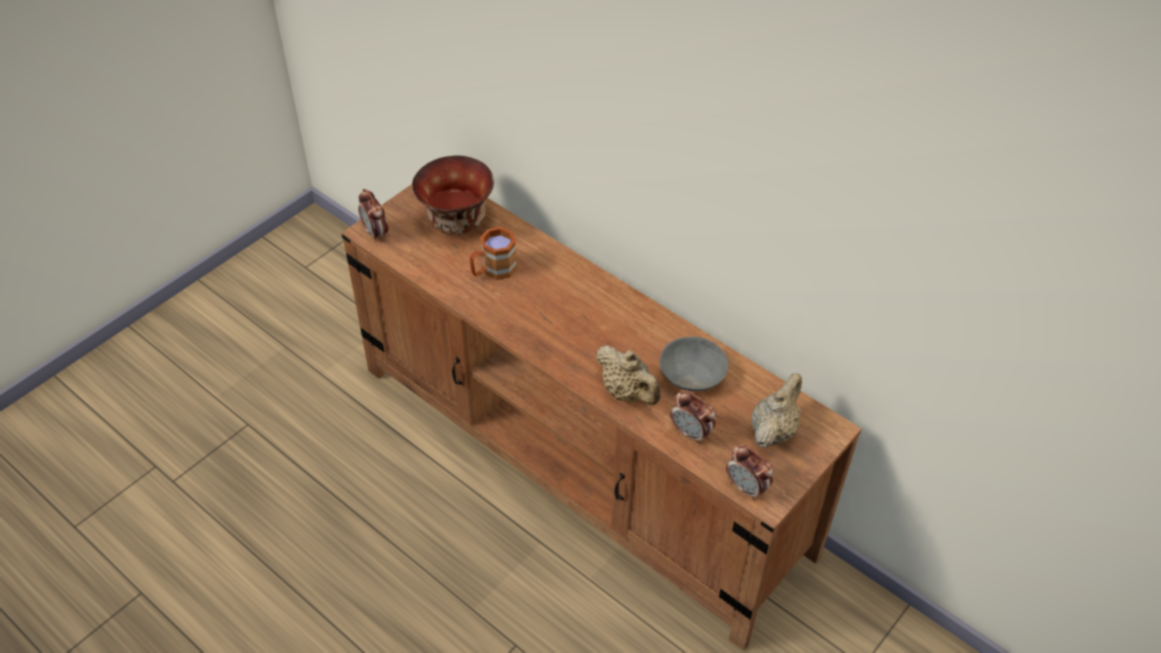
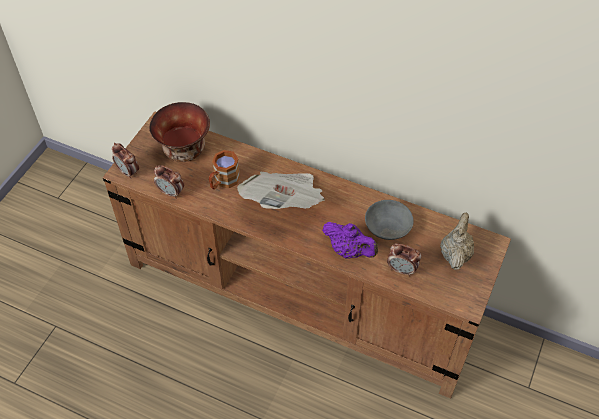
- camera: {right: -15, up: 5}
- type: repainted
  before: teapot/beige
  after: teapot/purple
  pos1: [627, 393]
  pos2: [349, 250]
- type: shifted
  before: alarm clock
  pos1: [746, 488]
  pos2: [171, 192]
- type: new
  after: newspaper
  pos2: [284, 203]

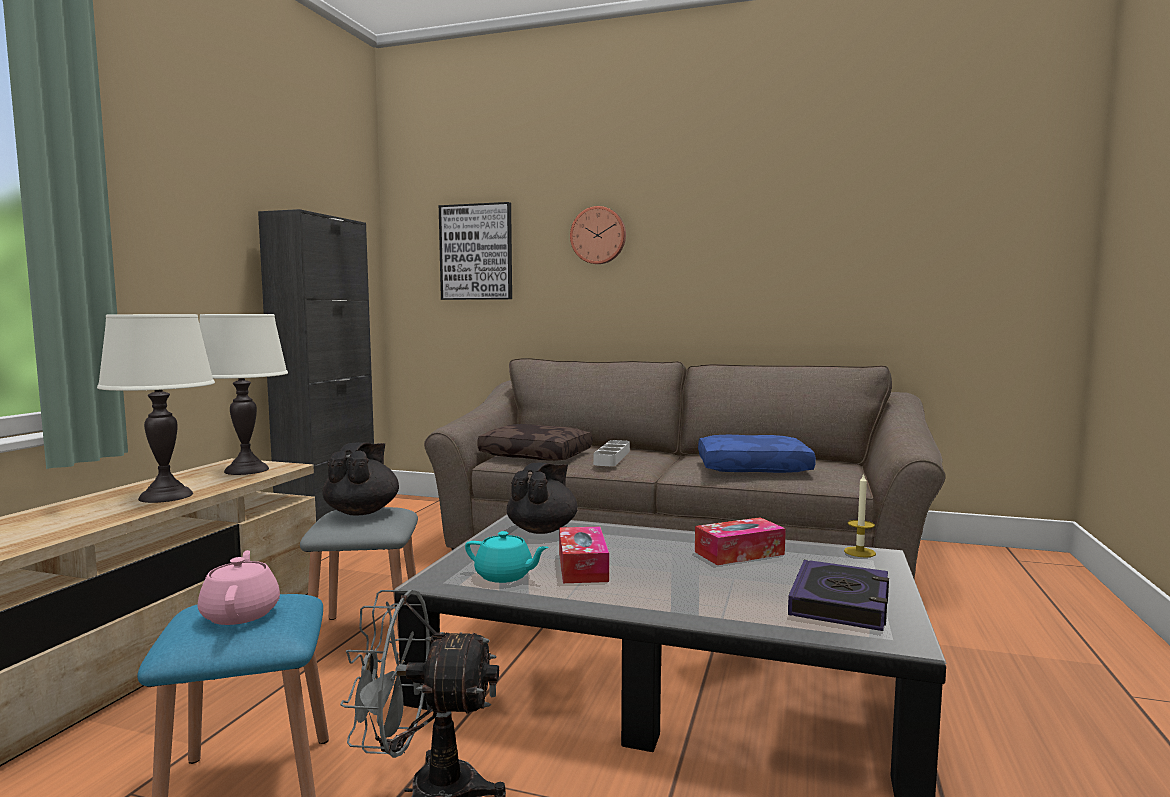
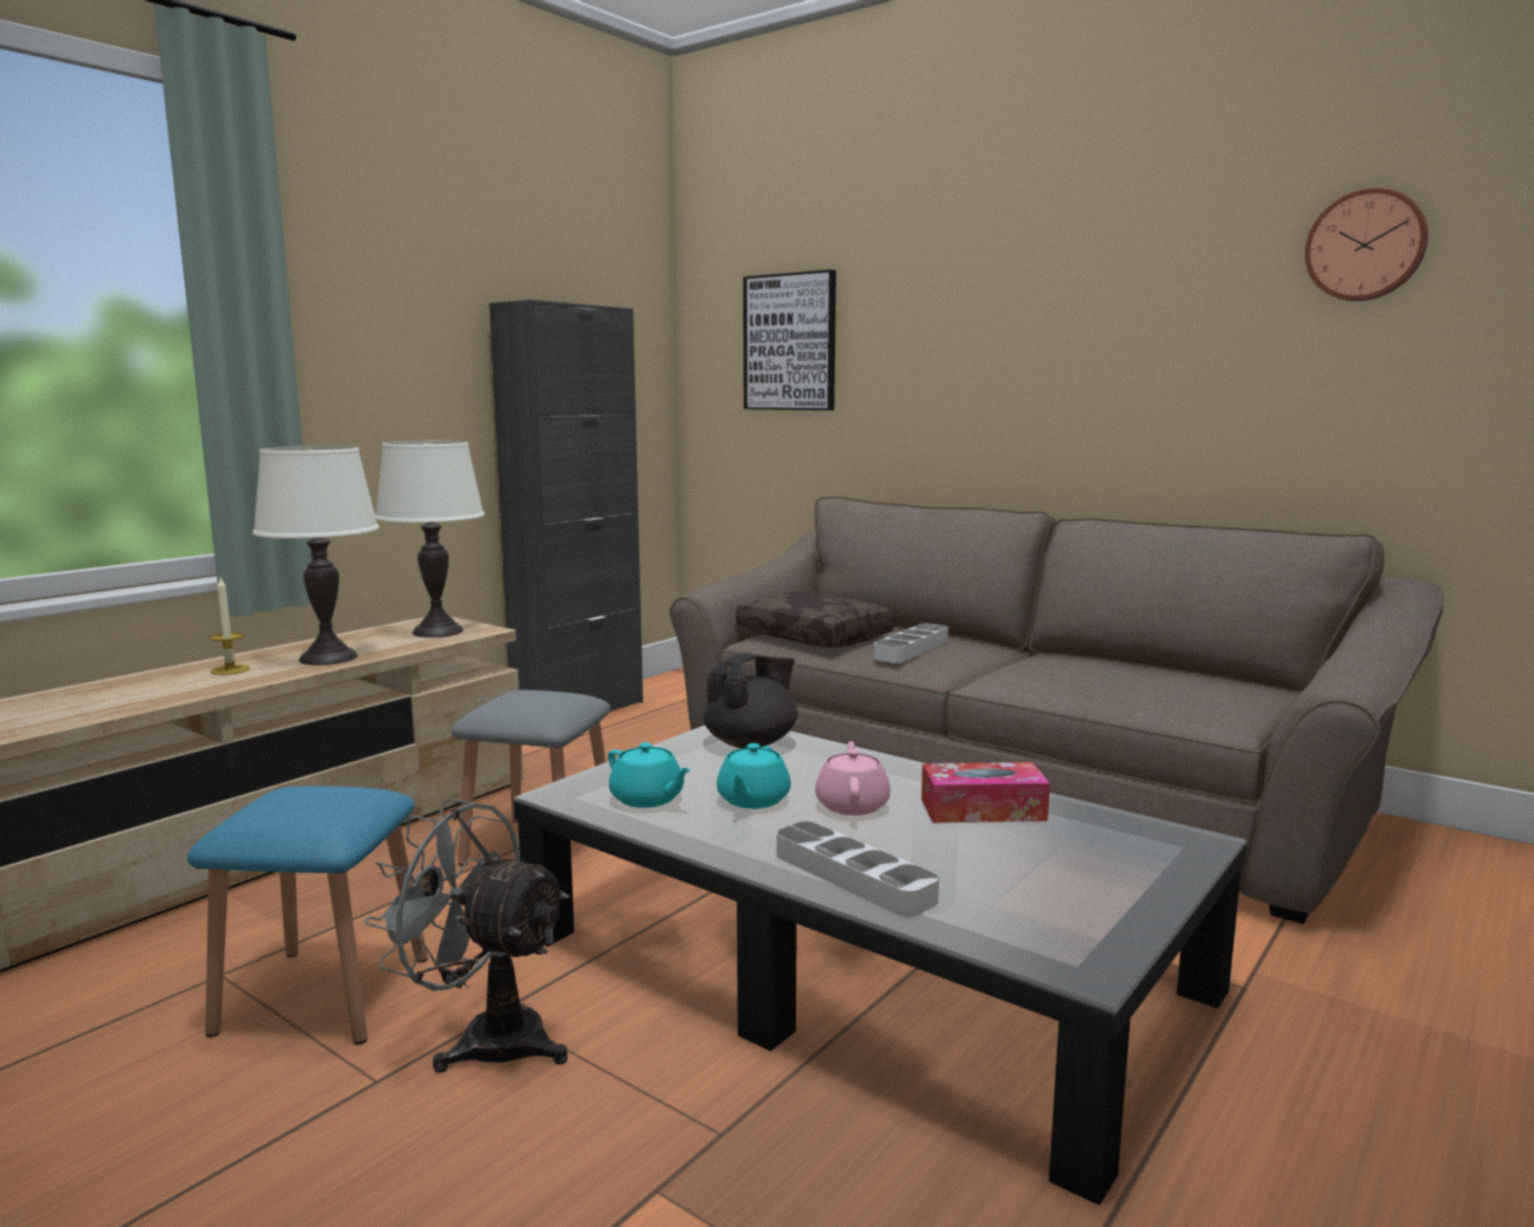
- camera: {right: 20, up: 5}
- type: shifted
  before: teapot/pink
  pos1: [241, 613]
  pos2: [852, 805]
- type: gone
  before: teapot/black
  pos1: [362, 511]
- type: swapped
  before: tissue box
  after: teapot/turquoise
  pos1: [582, 567]
  pos2: [752, 800]
- type: shifted
  before: wall clock
  pos1: [598, 235]
  pos2: [1365, 246]
- type: gone
  before: pillow/blue
  pos1: [753, 467]
- type: gone
  before: book
  pos1: [840, 603]
- type: shifted
  before: candle
  pos1: [859, 552]
  pos2: [230, 670]
- type: new
  after: tray/grey
  pos2: [853, 876]

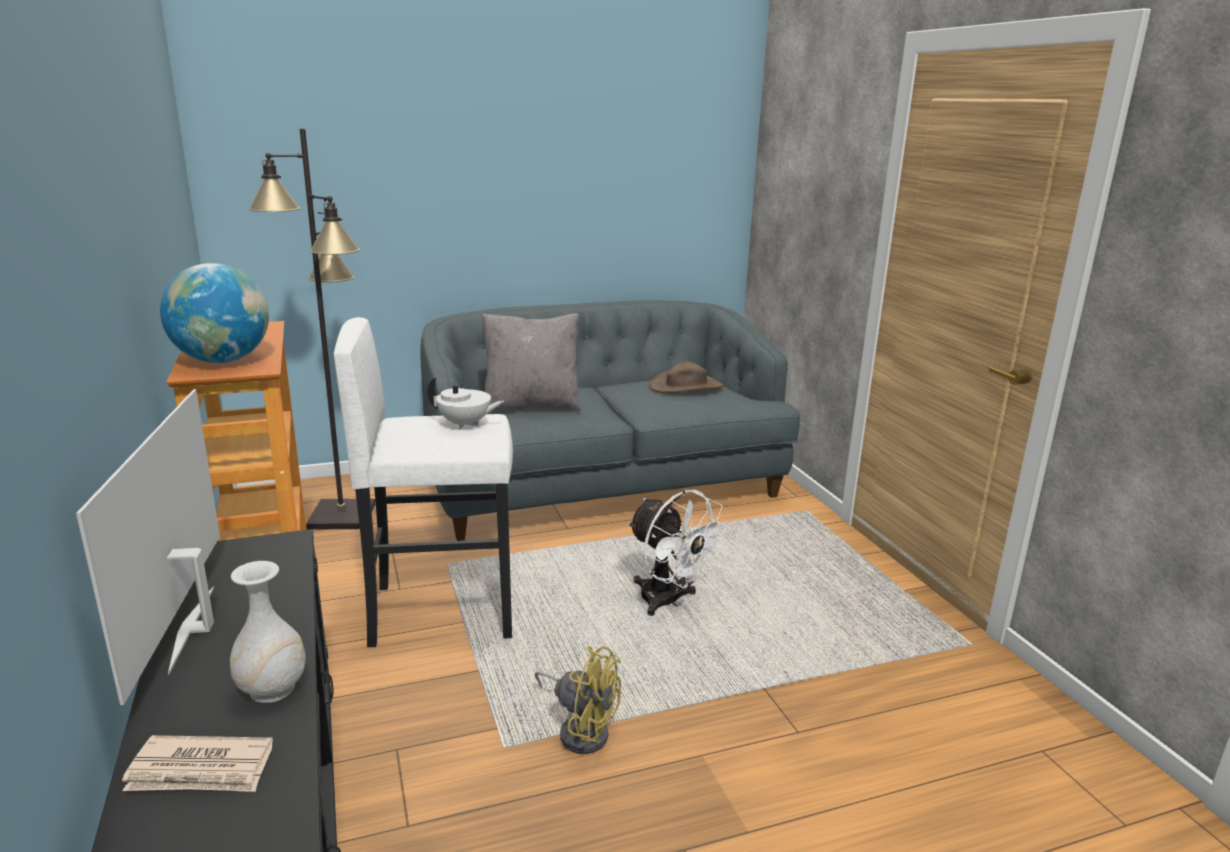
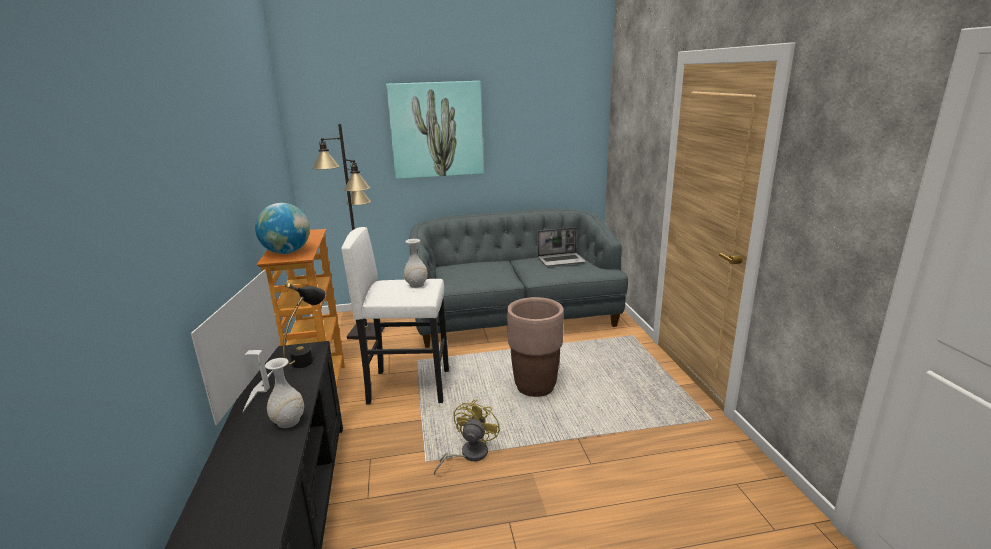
- camera: {right: 10, up: 0}
- type: gone
  before: newspaper
  pos1: [201, 770]
- type: swapped
  before: teapot/white
  after: vase/white
  pos1: [465, 424]
  pos2: [416, 285]
- type: gone
  before: pillow/grey
  pos1: [531, 405]
- type: rotated
  before: fan/yellow
  pos1: [581, 729]
  pos2: [469, 454]
  turn: -105
- type: swapped
  before: fan/white
  after: planter/brown
  pos1: [668, 602]
  pos2: [535, 386]
- type: swapped
  before: hat/brown
  after: laptop
  pos1: [686, 386]
  pos2: [561, 260]
- type: new
  after: table lamp/black
  pos2: [309, 357]
- type: new
  after: picture
  pos2: [436, 130]

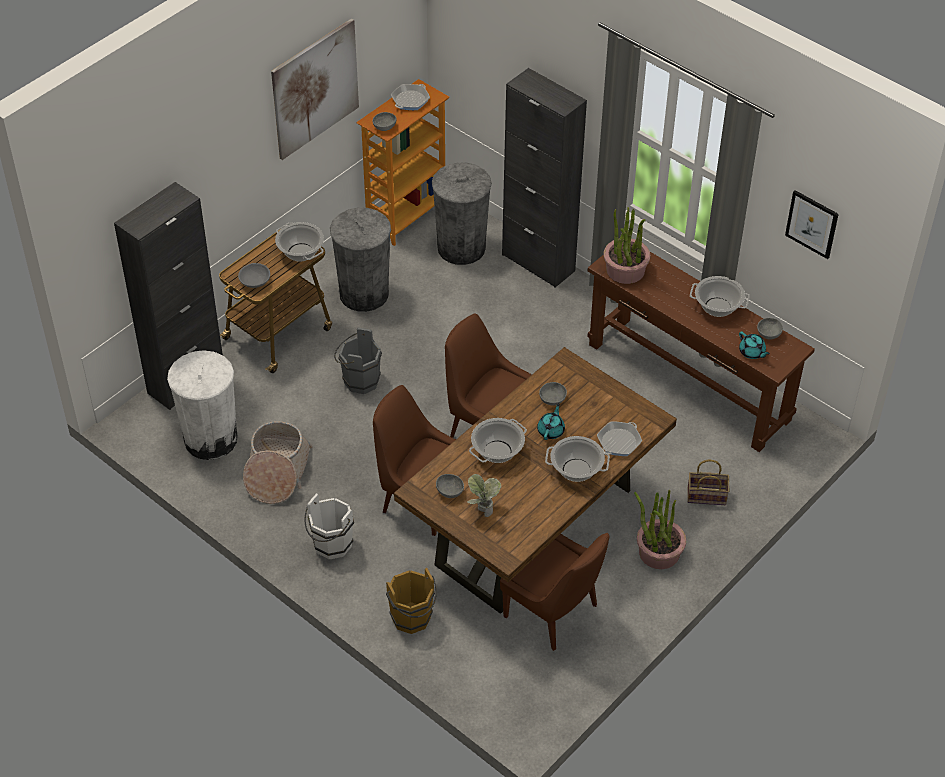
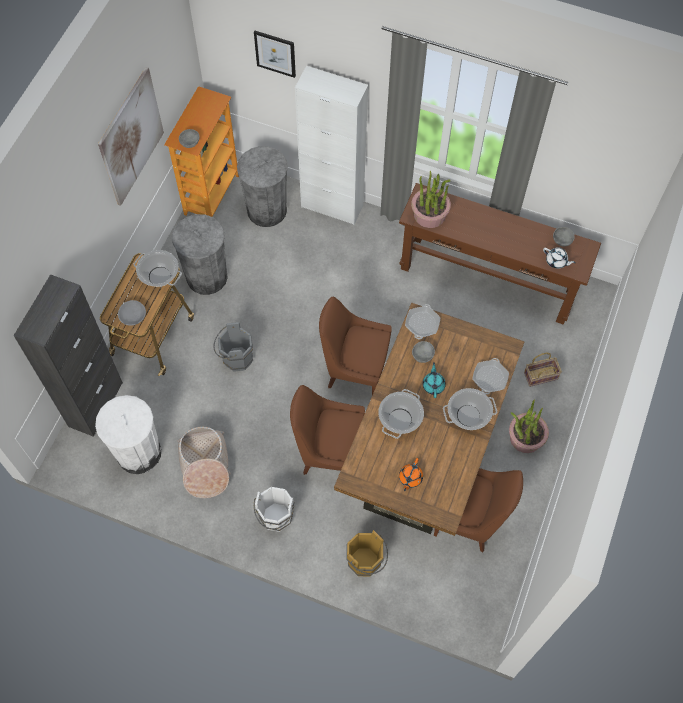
- camera: {right: -20, up: 15}
- type: shifted
  before: frying pan
  pos1: [410, 100]
  pos2: [422, 324]
- type: gone
  before: bowl/grey
  pos1: [450, 491]
- type: swapped
  before: potted plant
  after: teapot/orange
  pos1: [482, 509]
  pos2: [410, 478]
- type: repainted
  before: cabinet/black
  after: cabinet/white
  pos1: [538, 263]
  pos2: [332, 206]
- type: gone
  before: cooking pot
  pos1: [717, 307]
- type: repainted
  before: teapot/turquoise
  after: teapot/white
  pos1: [752, 352]
  pos2: [556, 261]
- type: shifted
  before: picture
  pos1: [812, 224]
  pos2: [275, 53]

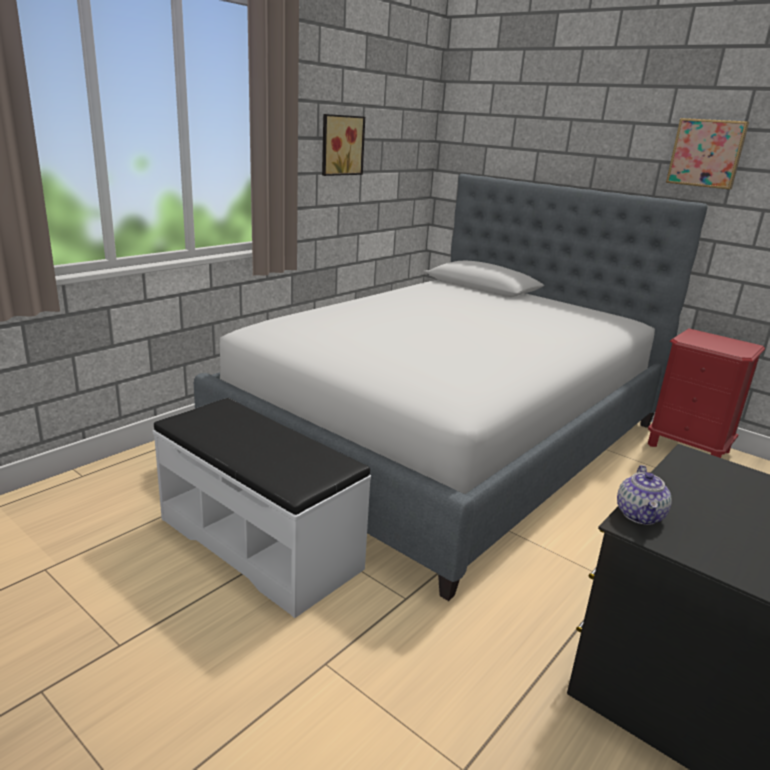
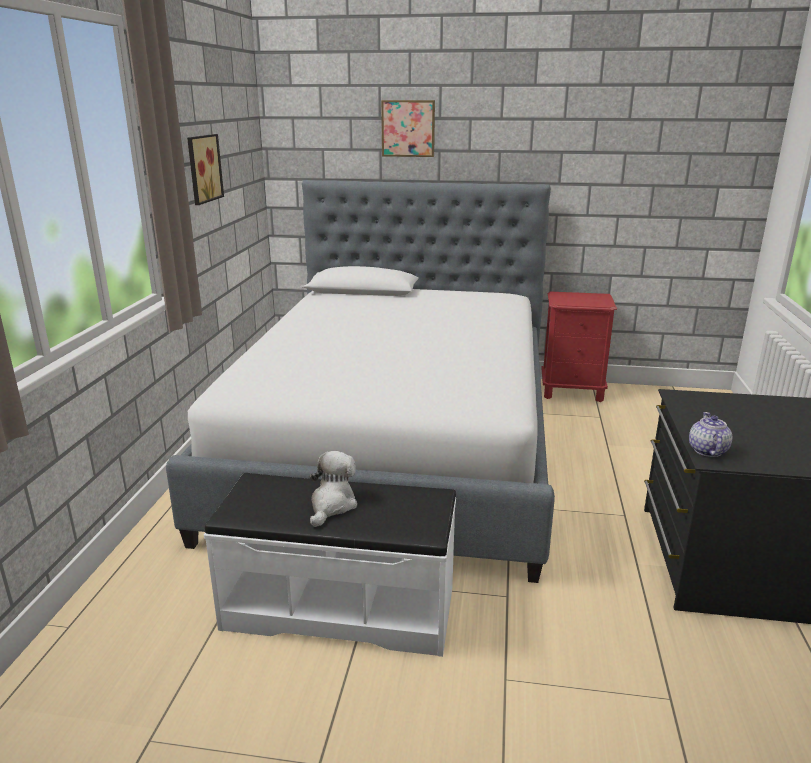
- camera: {right: -30, up: 0}
- type: rotated
  before: teapot
  pos1: [640, 515]
  pos2: [707, 450]
  turn: -150
- type: shifted
  before: picture
  pos1: [706, 153]
  pos2: [408, 128]
- type: new
  after: plush toy
  pos2: [332, 505]

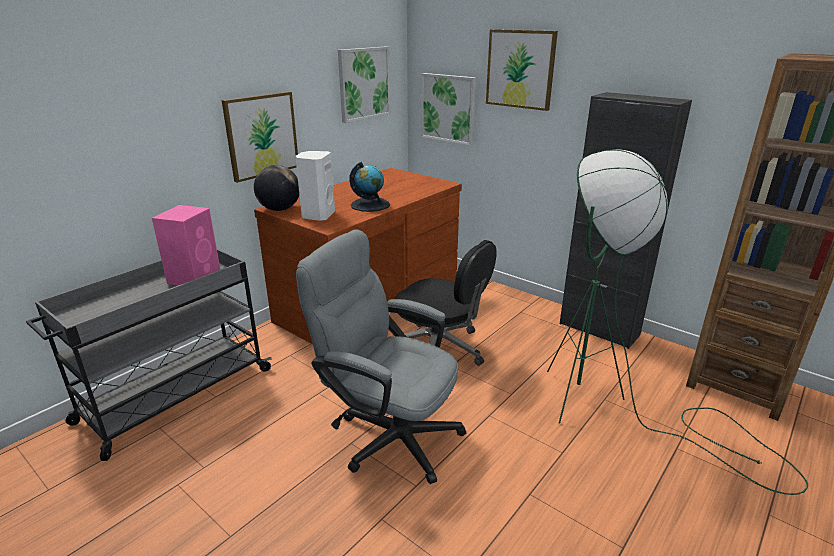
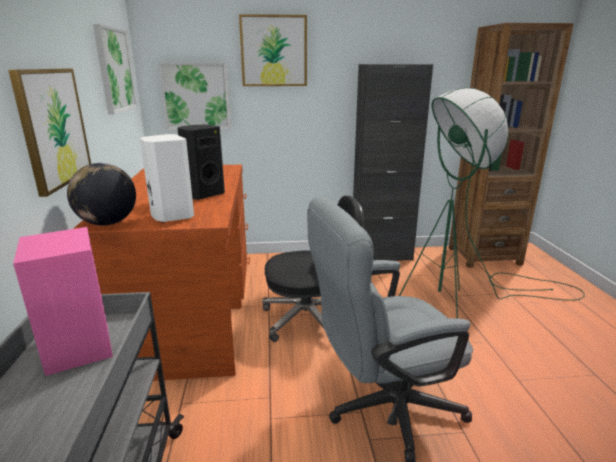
- camera: {right: -45, up: -5}
- type: swapped
  before: globe
  after: speaker/black
  pos1: [370, 205]
  pos2: [203, 194]

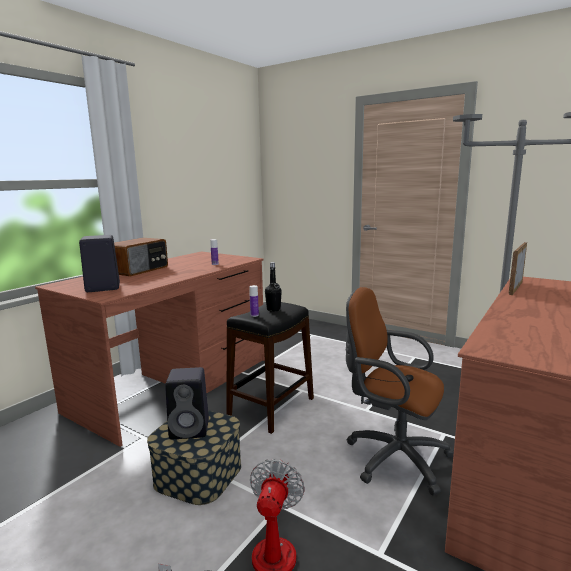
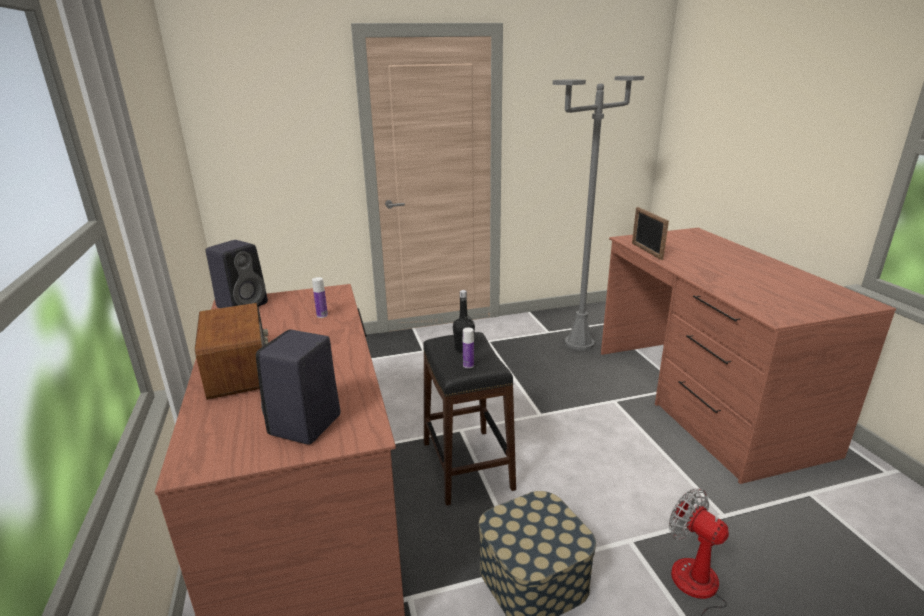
- camera: {right: -50, up: 10}
- type: shifted
  before: speaker/black
  pos1: [191, 429]
  pos2: [243, 305]
- type: gone
  before: office chair/brown
  pos1: [392, 457]

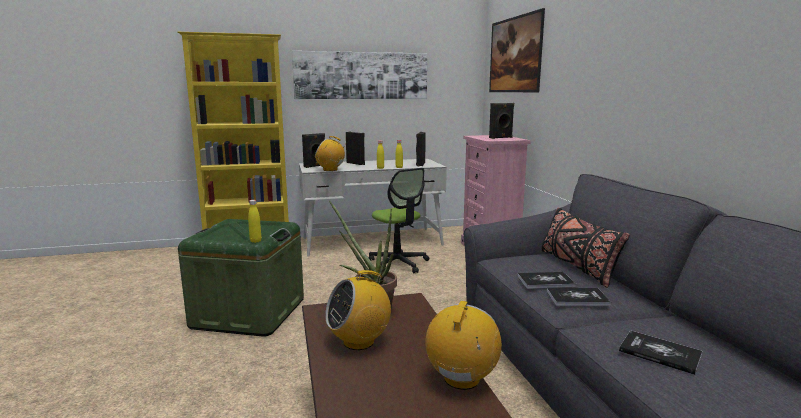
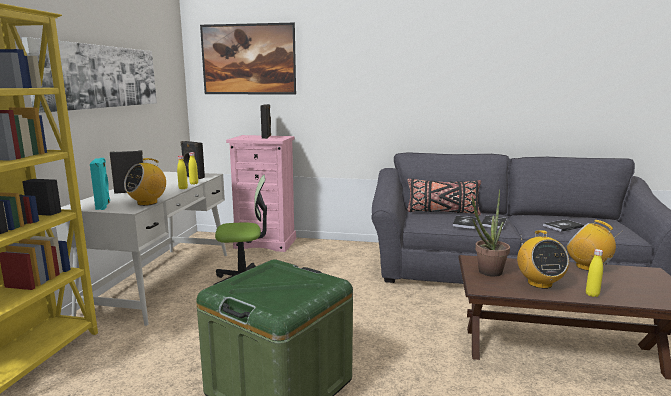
- camera: {right: -65, up: 0}
- type: shifted
  before: bottle/yellow
  pos1: [255, 241]
  pos2: [592, 294]
- type: repainted
  before: speaker/black
  after: speaker/turquoise
  pos1: [315, 166]
  pos2: [104, 205]

